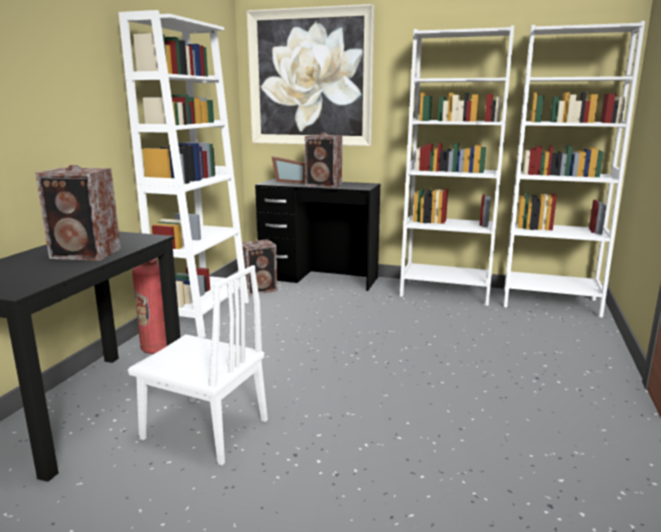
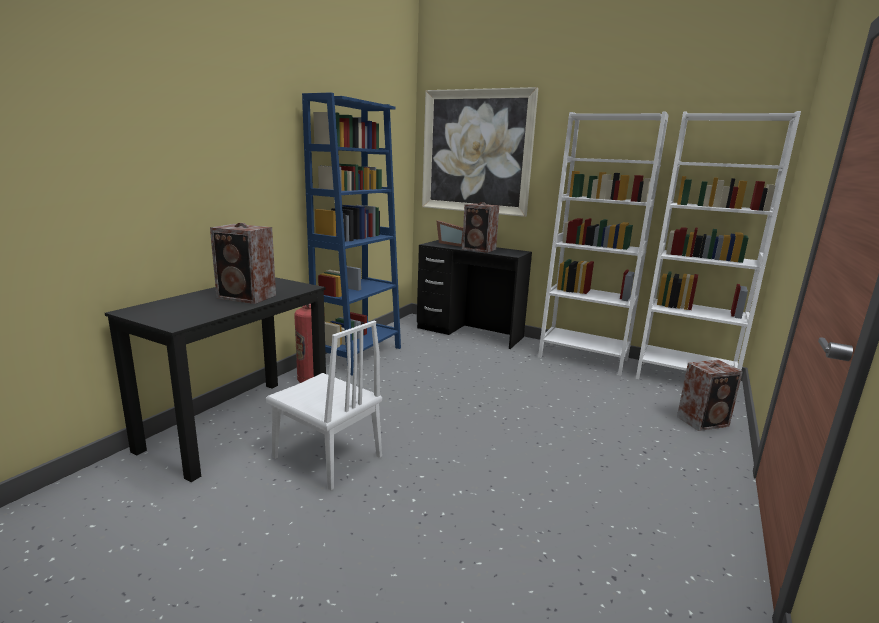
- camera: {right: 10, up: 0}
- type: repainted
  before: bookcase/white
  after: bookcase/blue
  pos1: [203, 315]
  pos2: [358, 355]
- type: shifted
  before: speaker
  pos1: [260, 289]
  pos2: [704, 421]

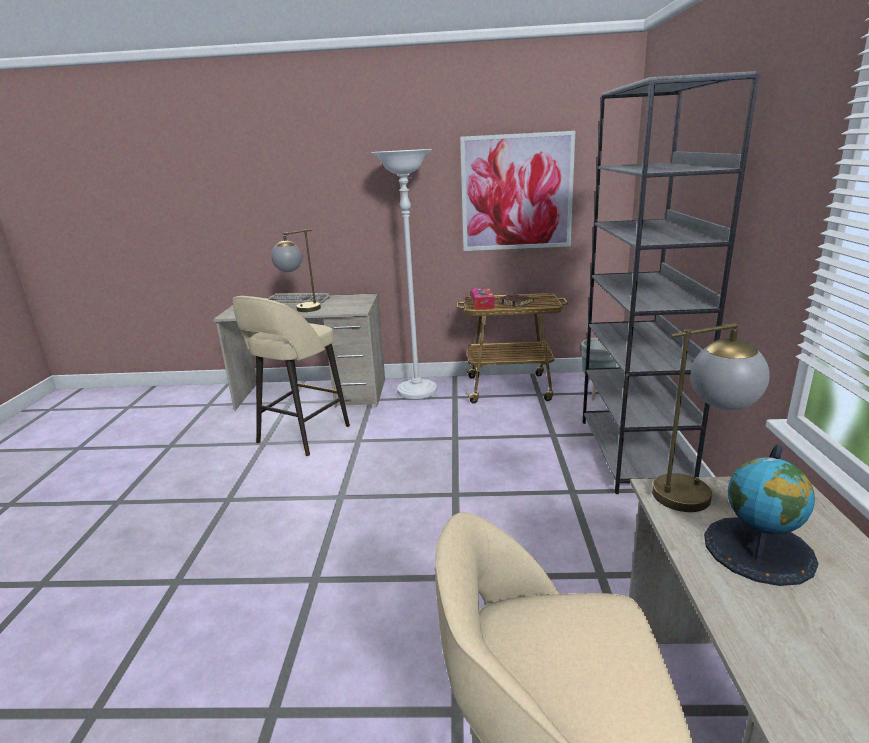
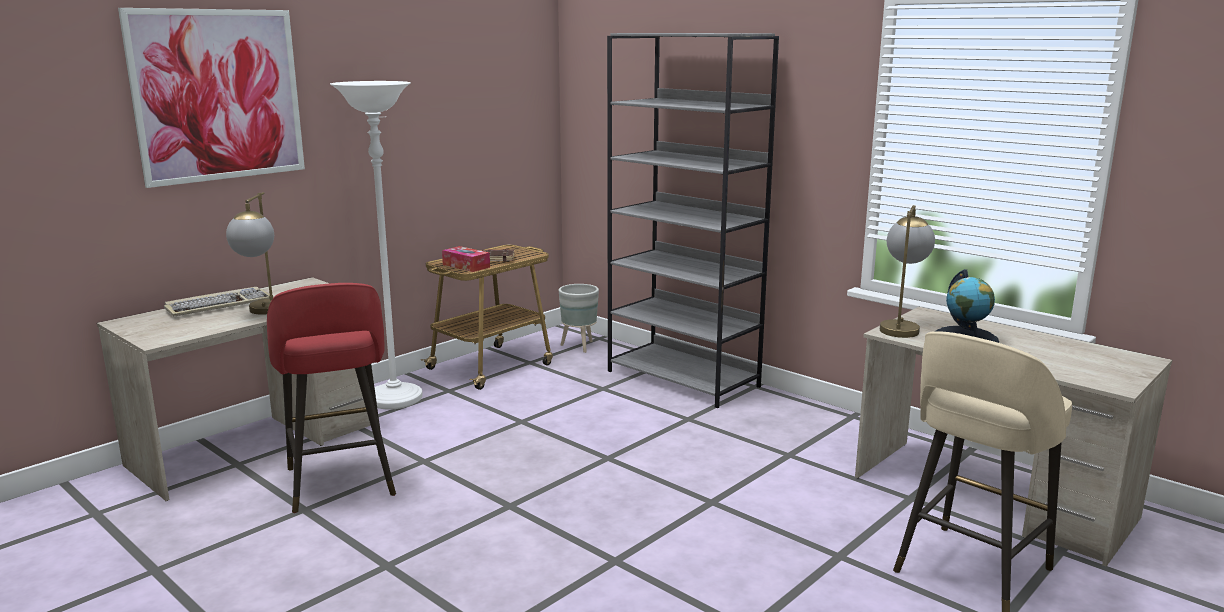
- camera: {right: -50, up: -5}
- type: repainted
  before: stool/beige
  after: stool/red
  pos1: [301, 435]
  pos2: [340, 484]
- type: shifted
  before: picture
  pos1: [516, 193]
  pos2: [218, 95]

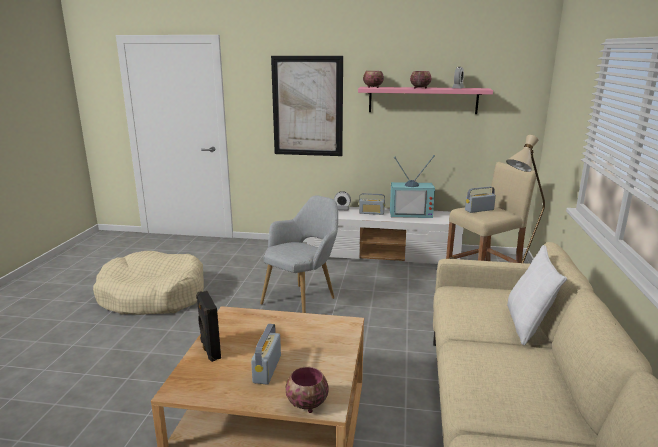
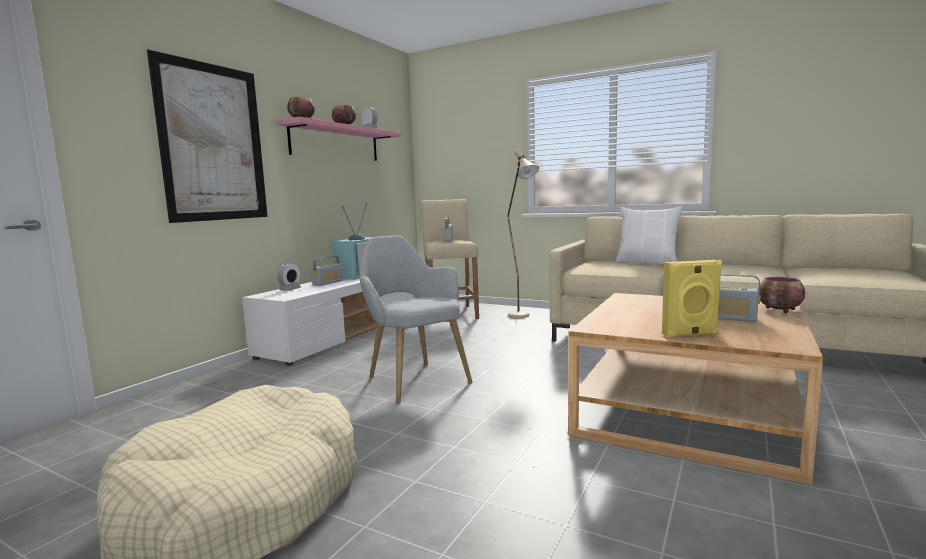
- camera: {right: -70, up: -10}
- type: repainted
  before: speaker/black
  after: speaker/yellow
  pos1: [209, 350]
  pos2: [690, 335]

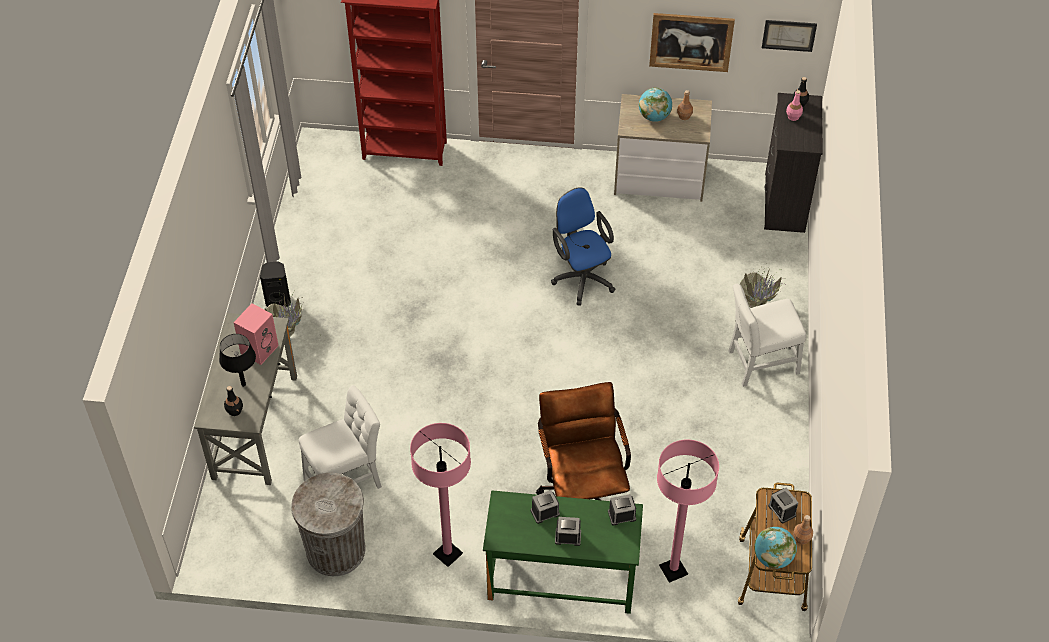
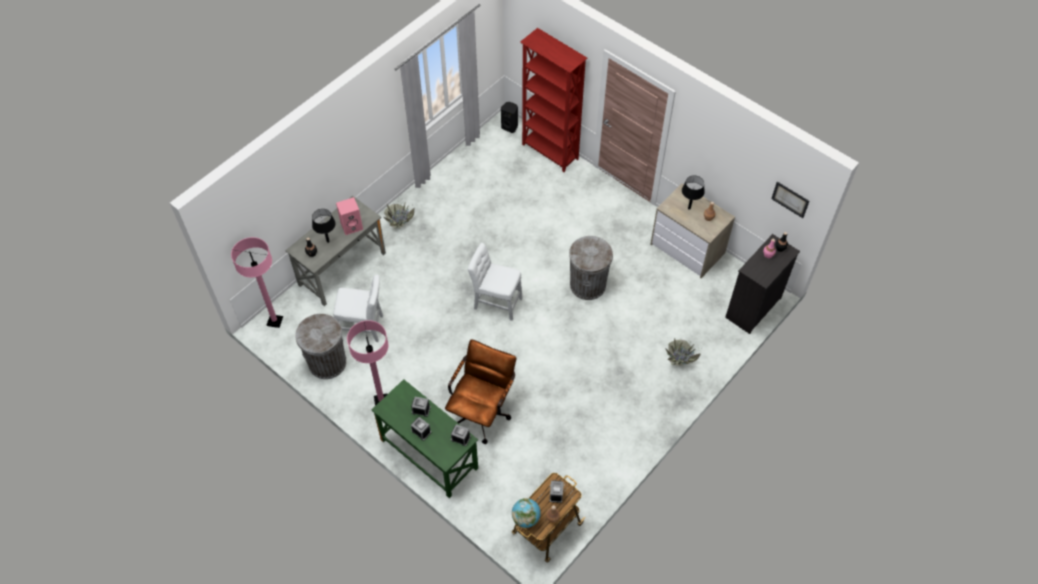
- camera: {right: 35, up: 5}
- type: shifted
  before: speaker/black
  pos1: [278, 299]
  pos2: [510, 127]
- type: swapped
  before: office chair/blue
  after: trash can/grey
  pos1: [581, 277]
  pos2: [588, 285]
- type: swapped
  before: globe
  after: table lamp/black
  pos1: [654, 117]
  pos2: [689, 208]
- type: gone
  before: picture
  pos1: [691, 42]
- type: shifted
  before: floor lamp/pink
  pos1: [673, 570]
  pos2: [275, 321]
- type: shifted
  before: chair/white
  pos1: [759, 363]
  pos2: [495, 302]

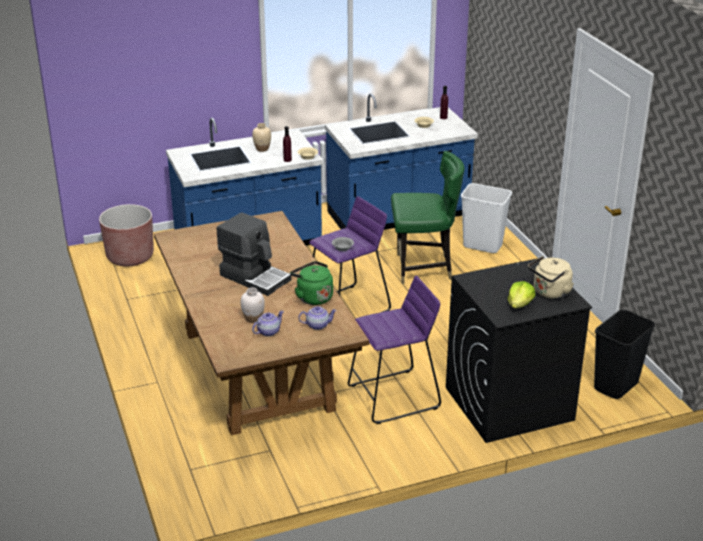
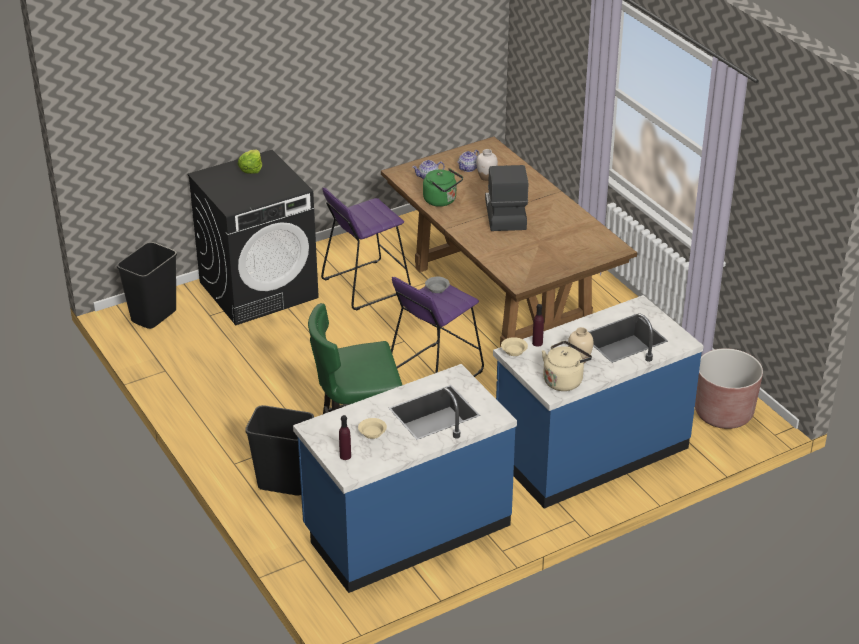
- camera: {right: 170, up: 5}
- type: rotated
  before: coffee machine
  pos1: [255, 277]
  pos2: [504, 214]
  turn: 60
- type: repainted
  before: trash can/white
  after: trash can/black
  pos1: [482, 246]
  pos2: [284, 483]
- type: shifted
  before: kettle/beige
  pos1: [549, 293]
  pos2: [564, 380]

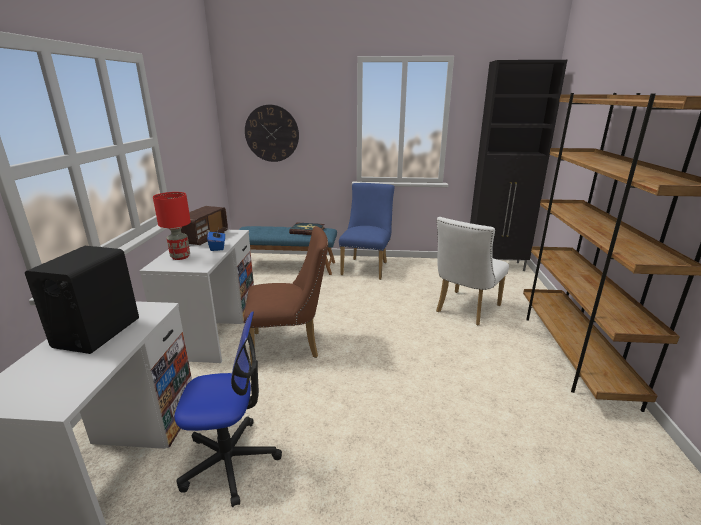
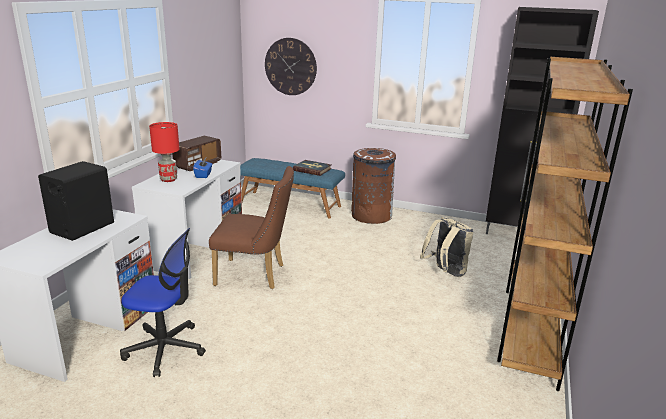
- camera: {right: 15, up: 0}
- type: swapped
  before: chair/blue
  after: trash can/brown
  pos1: [366, 267]
  pos2: [371, 216]
- type: swapped
  before: chair/white
  after: backpack/beige
  pos1: [464, 310]
  pos2: [445, 272]

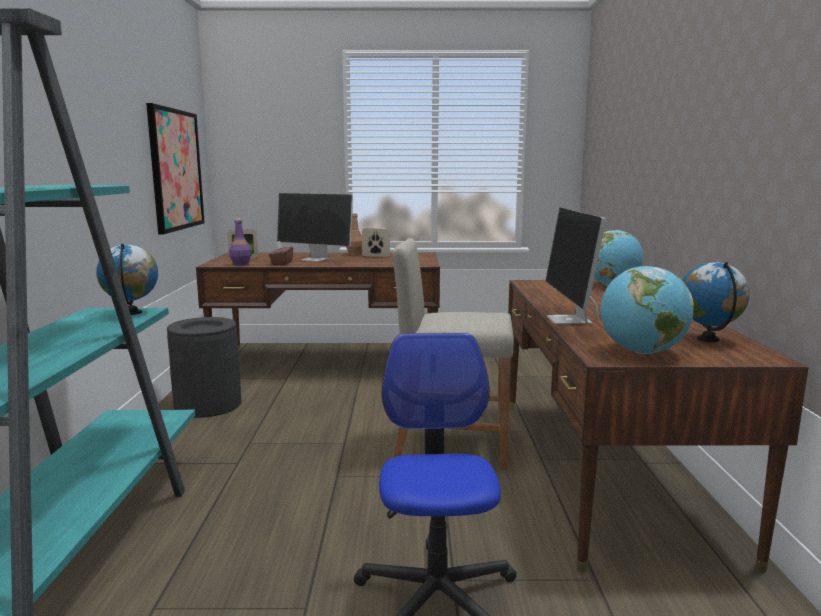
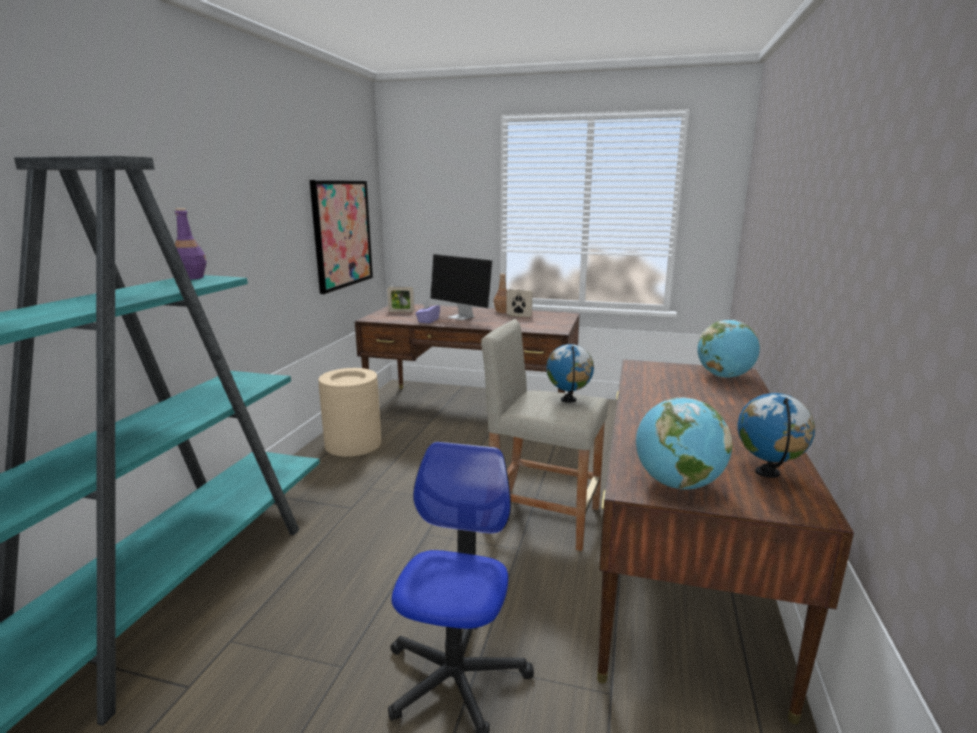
- camera: {right: 15, up: 5}
- type: shifted
  before: globe
  pos1: [132, 313]
  pos2: [568, 400]
- type: repainted
  before: trash can/black
  after: trash can/beige
  pos1: [207, 405]
  pos2: [353, 444]
- type: shifted
  before: bottle/purple
  pos1: [240, 264]
  pos2: [191, 277]
- type: repainted
  before: tissue box/brown
  after: tissue box/purple
  pos1: [281, 263]
  pos2: [428, 321]
- type: gone
  before: monitor
  pos1: [570, 320]

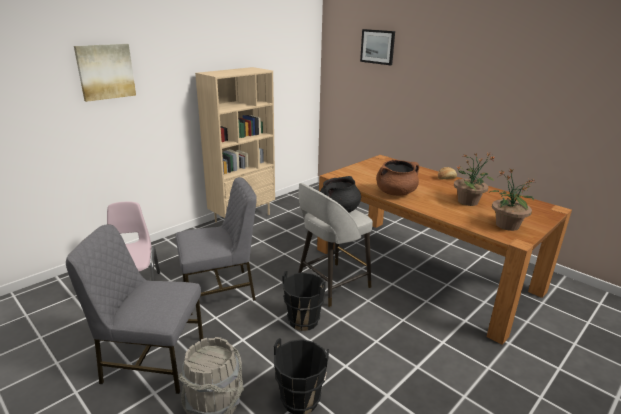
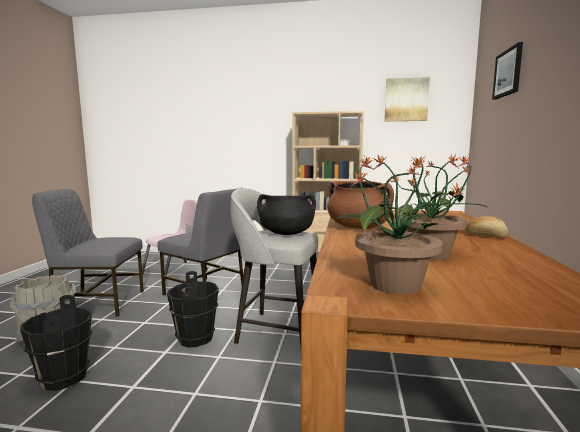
- camera: {right: 55, up: -15}
- type: rotated
  before: chair/grey
  pos1: [152, 360]
  pos2: [97, 303]
  turn: -60
- type: shifted
  before: picture
  pos1: [105, 71]
  pos2: [406, 100]

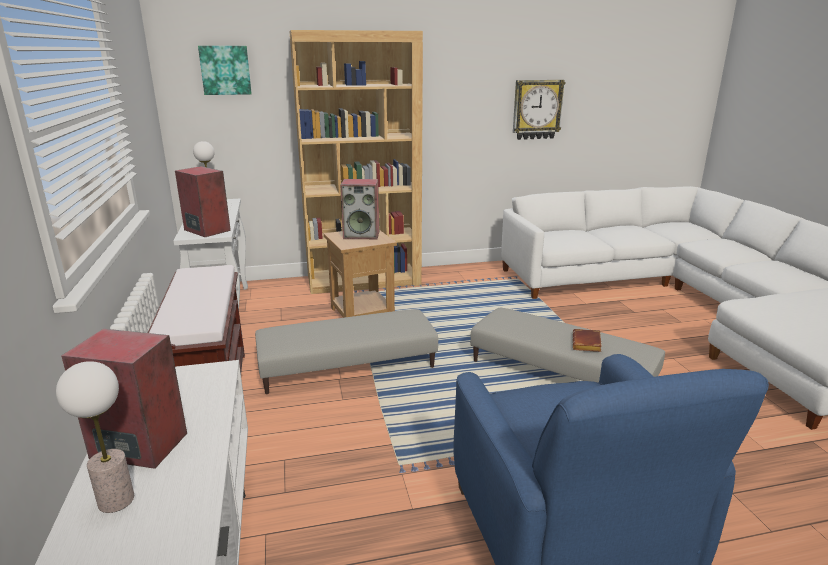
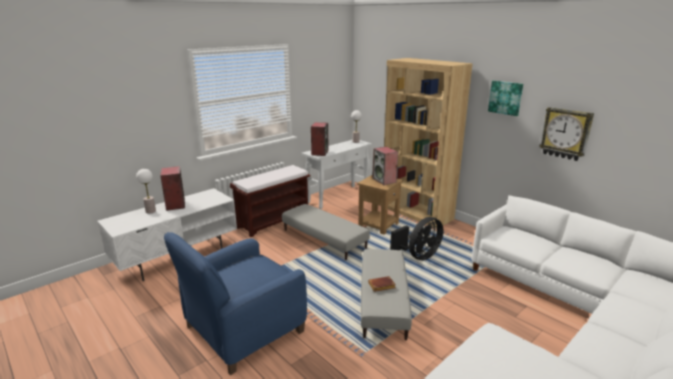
- camera: {right: 60, up: 0}
- type: shifted
  before: picture
  pos1: [225, 70]
  pos2: [505, 97]
- type: new
  after: fan/black
  pos2: [418, 256]

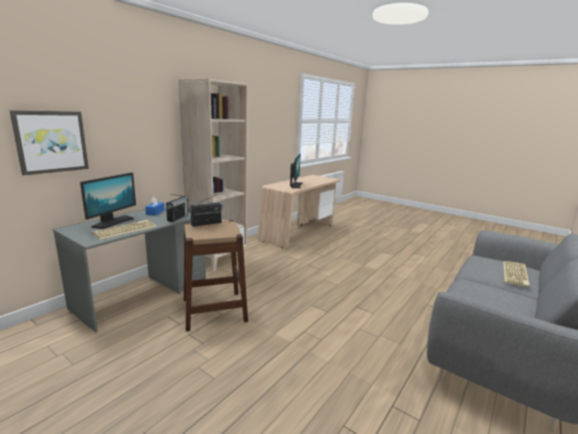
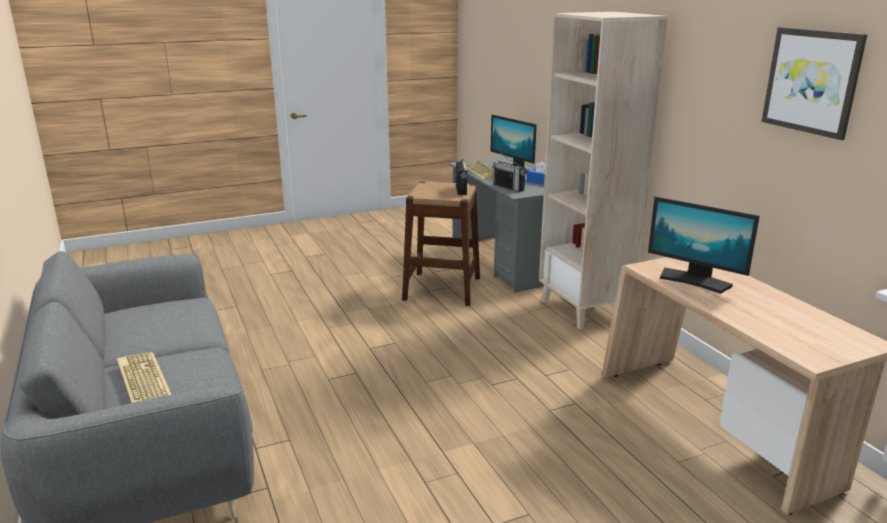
- camera: {right: 120, up: 5}
- type: shifted
  before: picture
  pos1: [51, 142]
  pos2: [812, 81]

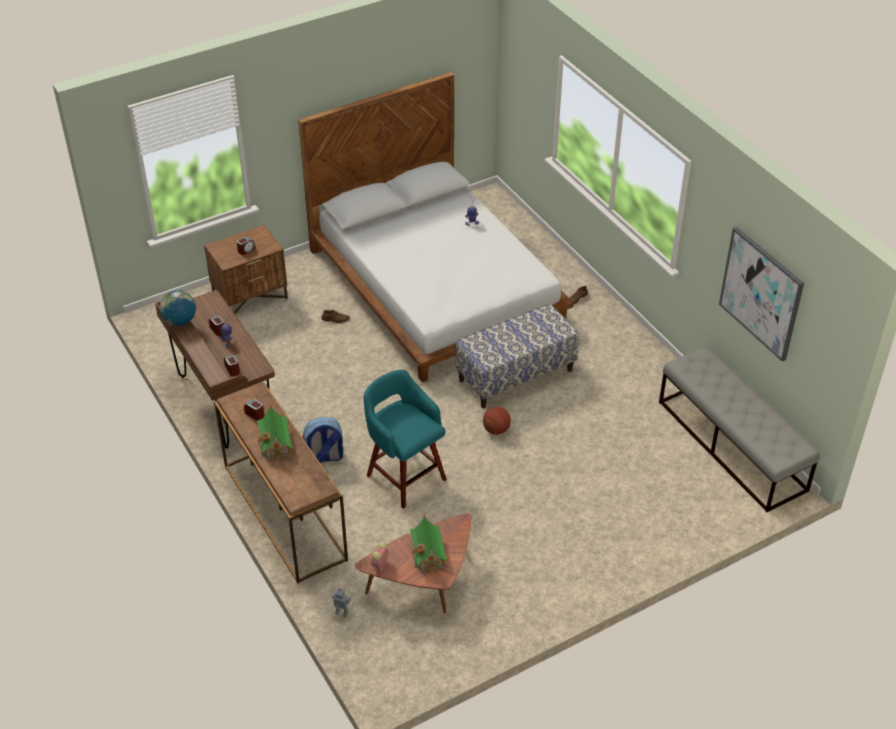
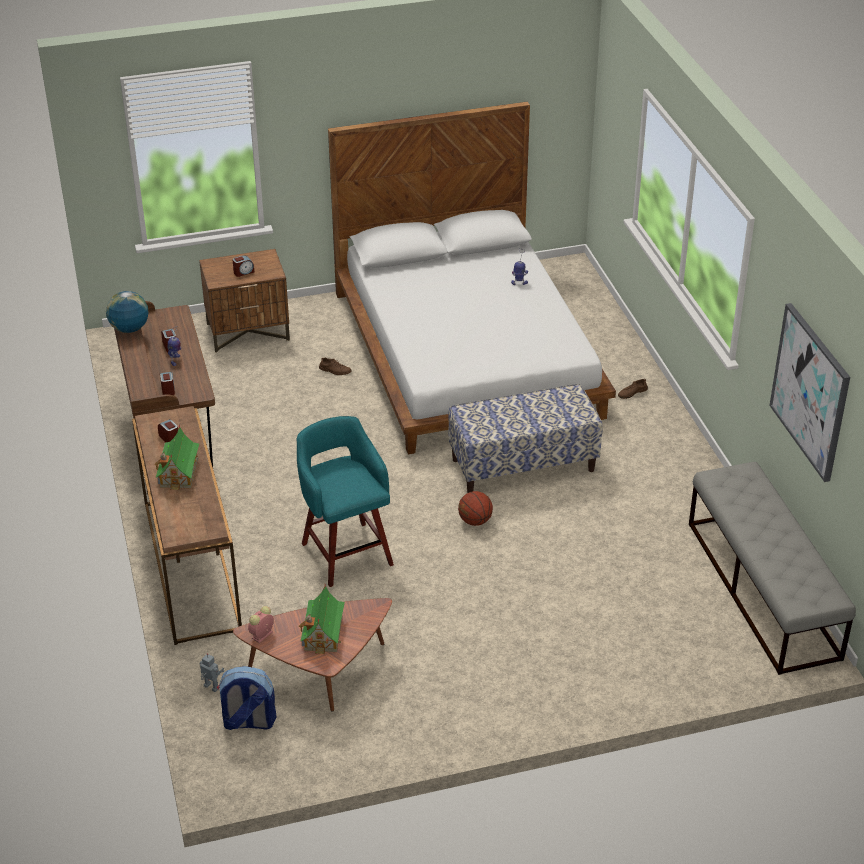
- camera: {right: 15, up: -5}
- type: shifted
  before: backpack
  pos1: [324, 457]
  pos2: [248, 722]

